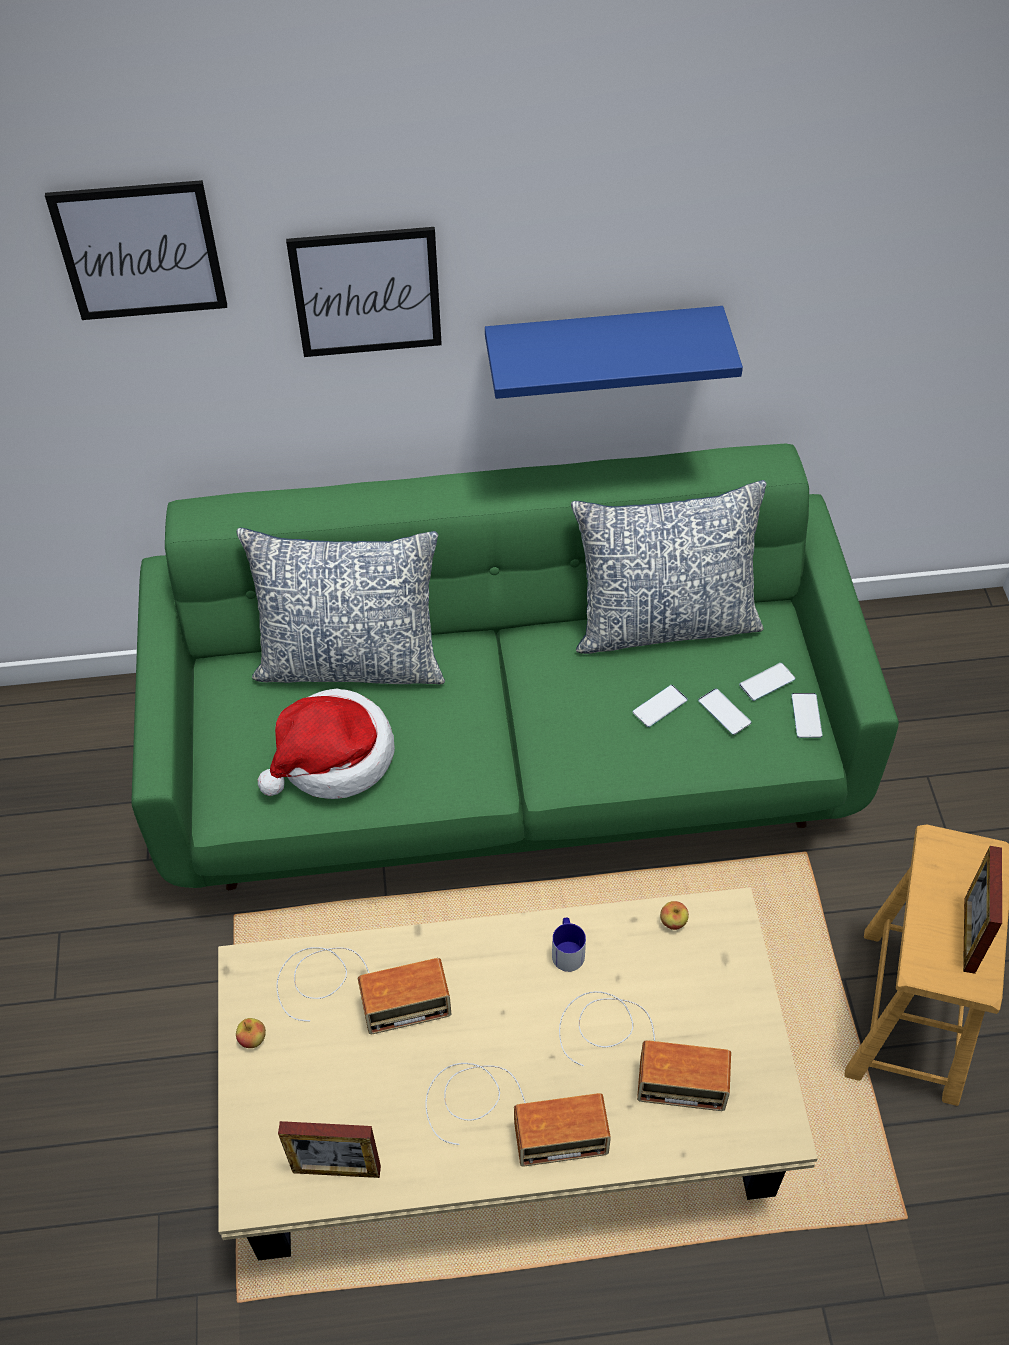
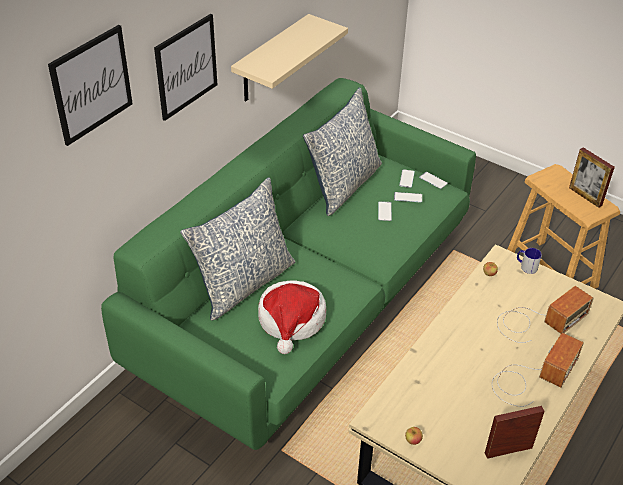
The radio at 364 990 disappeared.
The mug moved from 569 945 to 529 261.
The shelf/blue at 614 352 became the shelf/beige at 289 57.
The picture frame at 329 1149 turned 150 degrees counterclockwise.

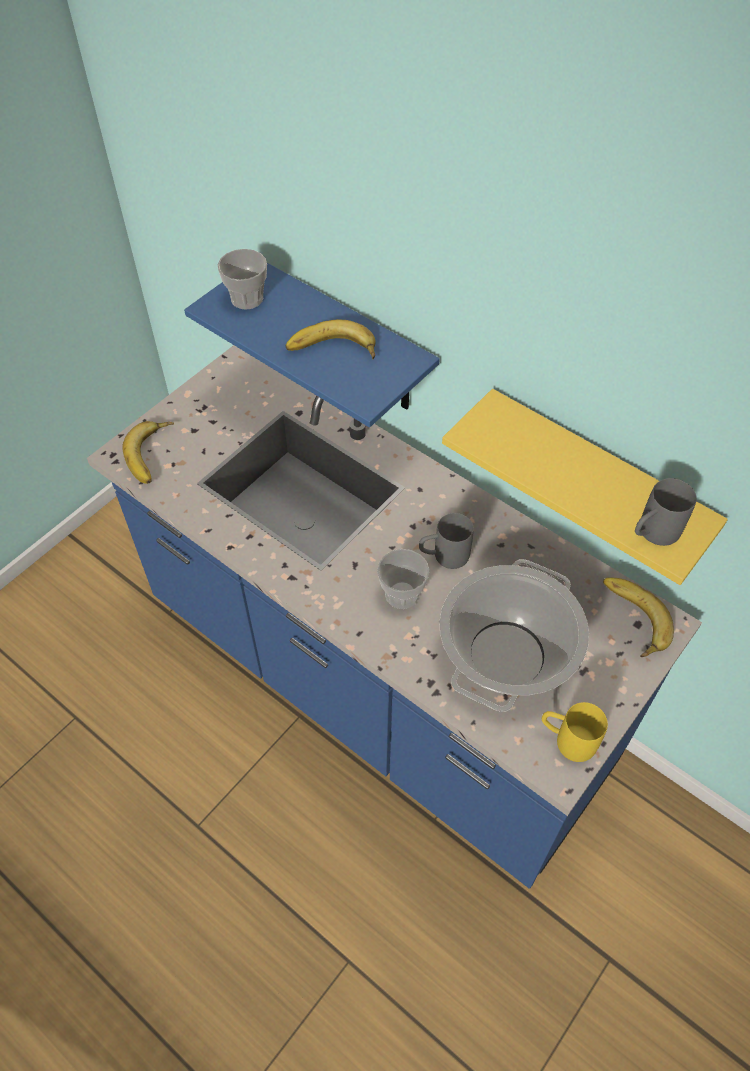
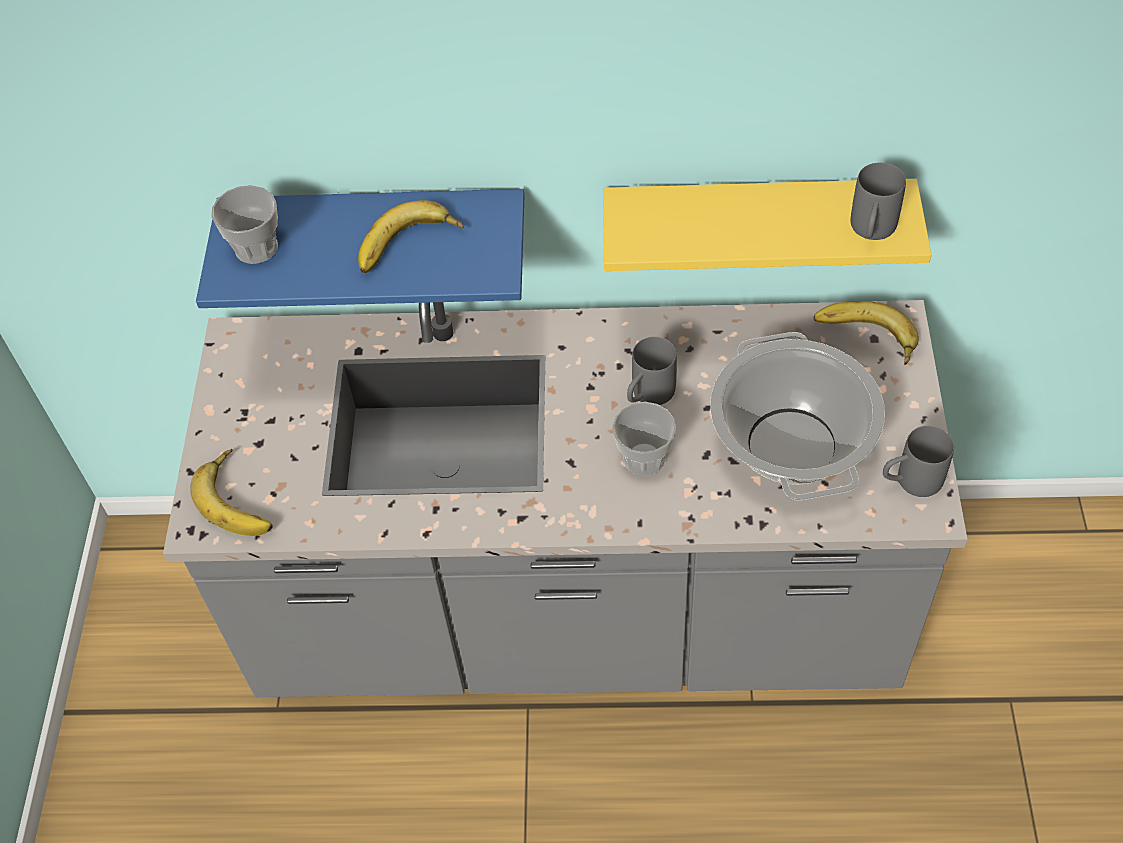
The counter/blue at 394 617 became the counter/grey at 565 498.
The mug/yellow at 575 732 became the mug/grey at 918 461.

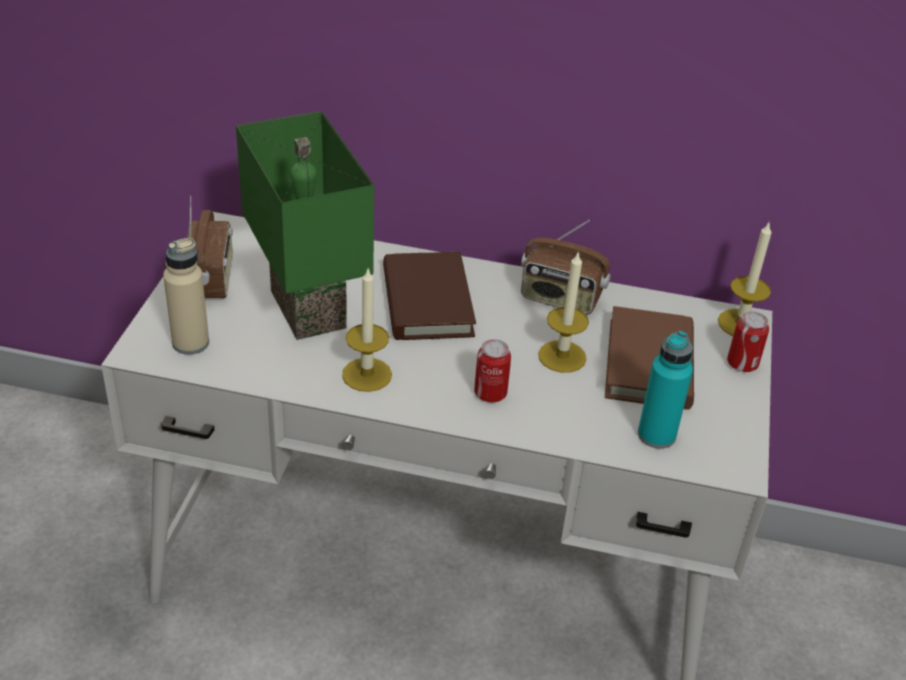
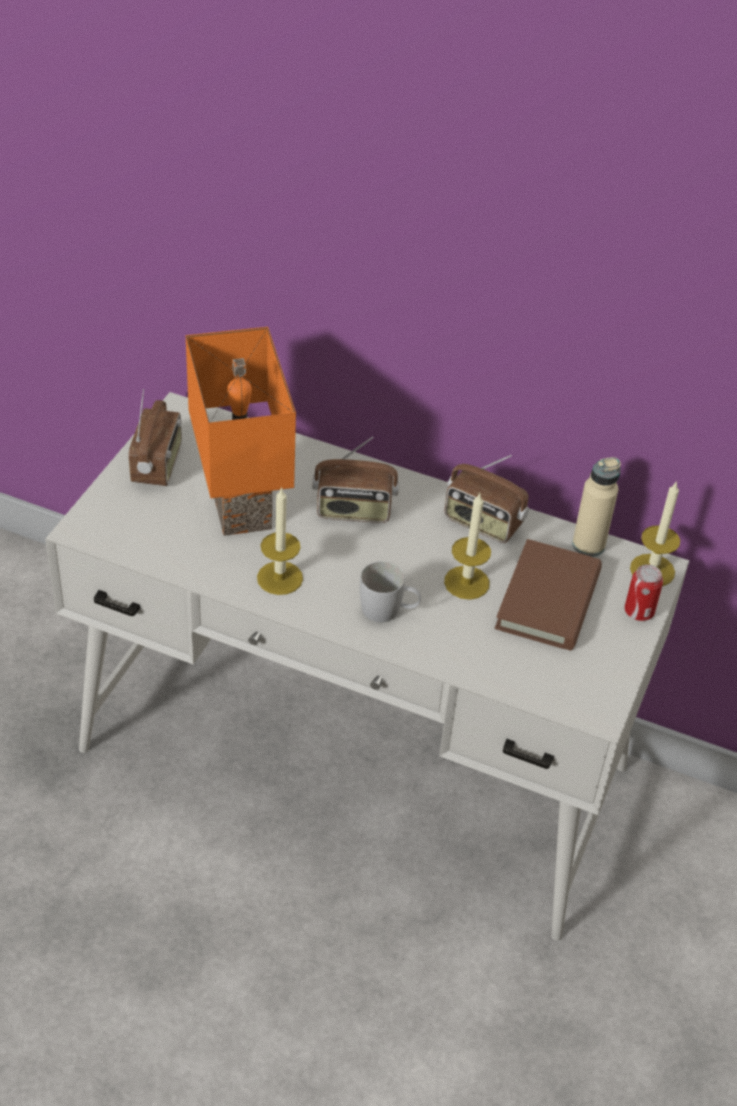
The bottle/turquoise at 665 389 disappeared.
The bottle/beige moved from 186 296 to 596 507.
The book/brown at 429 296 was replaced by the radio at 355 480.
The can at 492 370 was replaced by the mug/white at 390 591.
The table lamp/green at 305 225 became the table lamp/orange at 241 431.

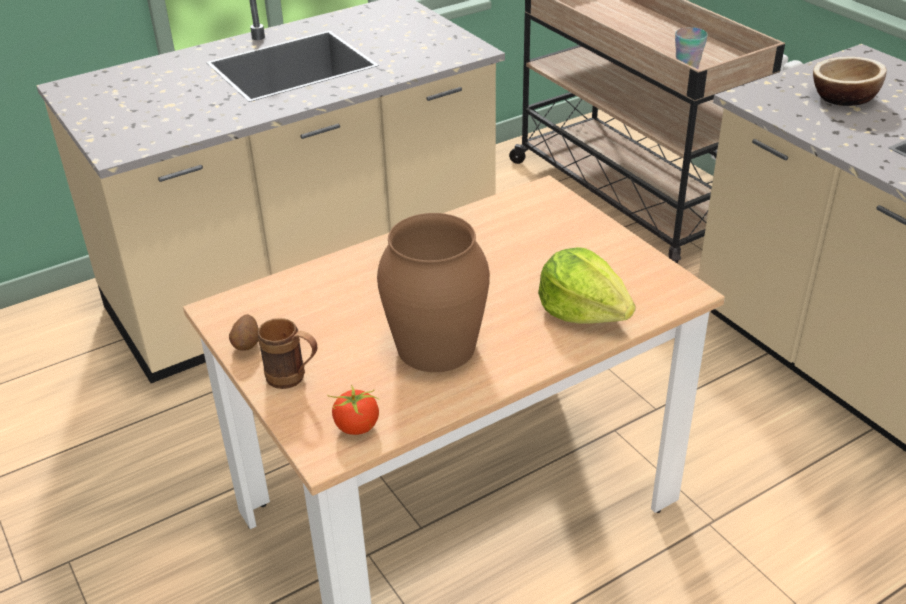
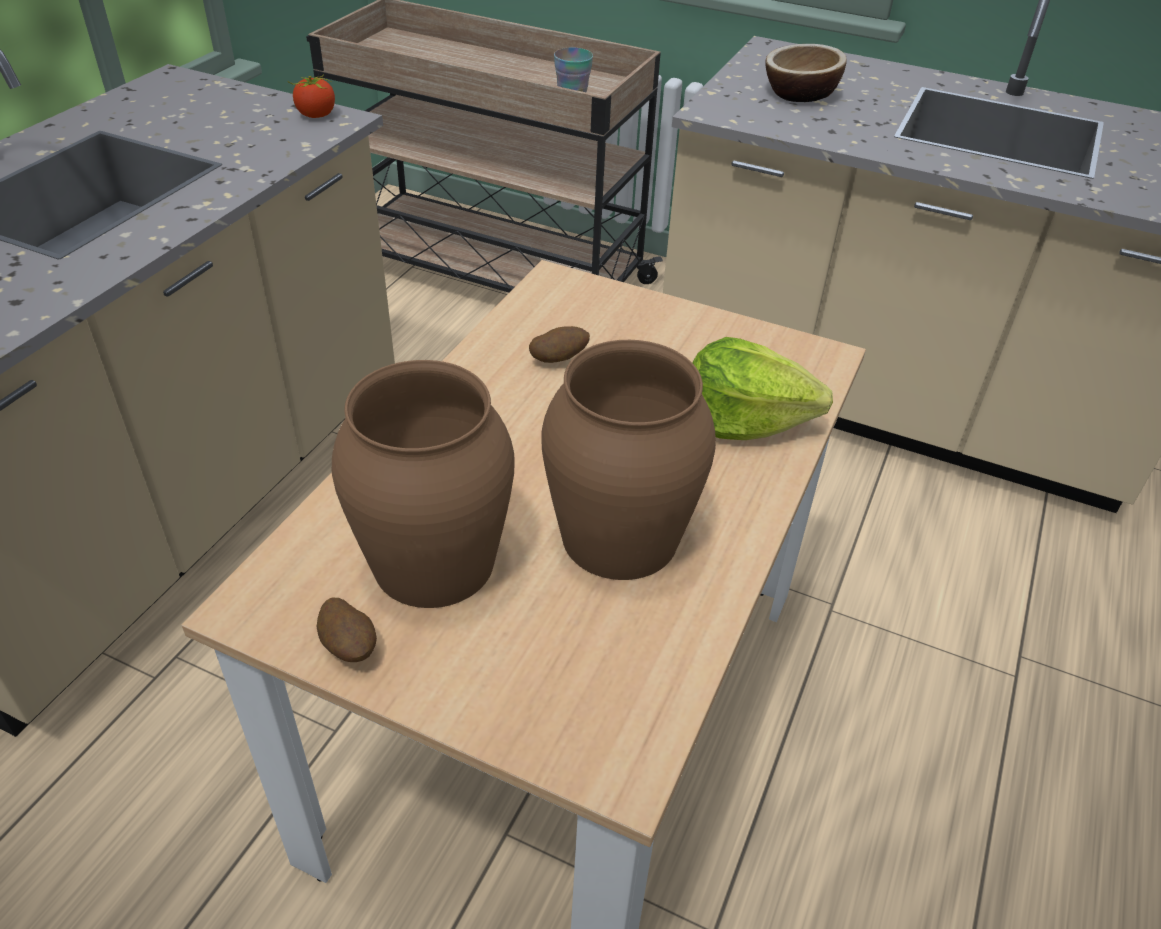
The mug/brown at 287 353 disappeared.
The vase/brown at 423 484 appeared.
The potato at 559 344 appeared.
The tomato moved from 353 409 to 311 97.

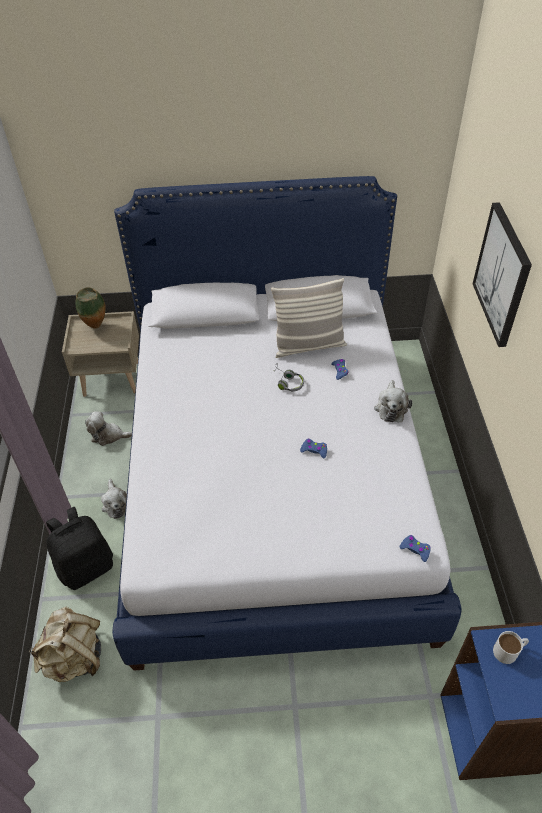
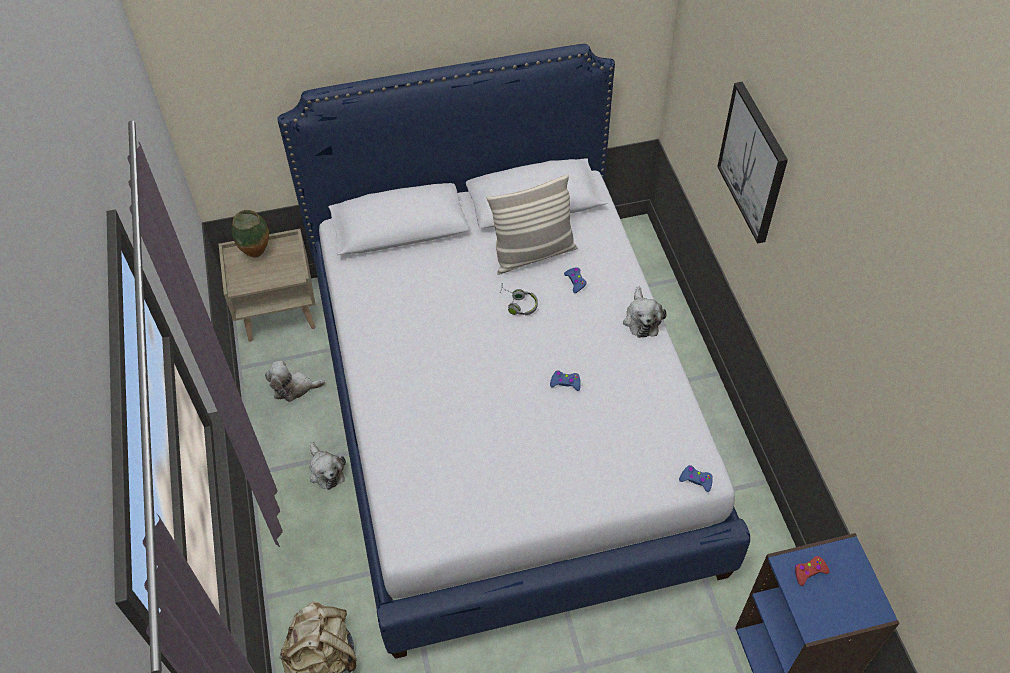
The backpack/black at 79 548 disappeared.
The mug/white at 511 647 was replaced by the game controller/red at 812 571.

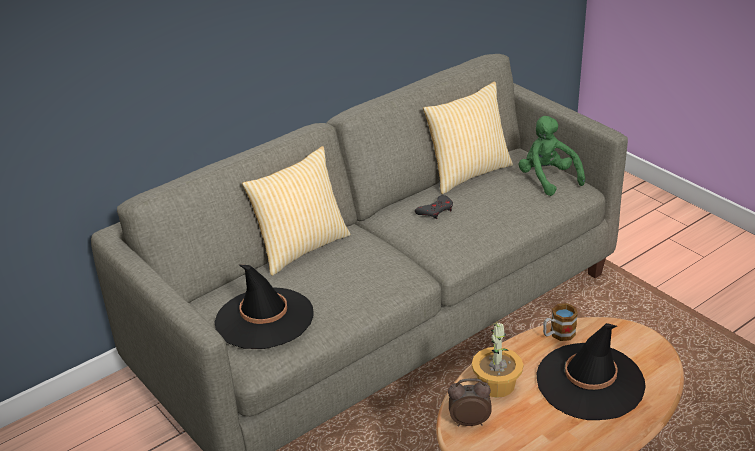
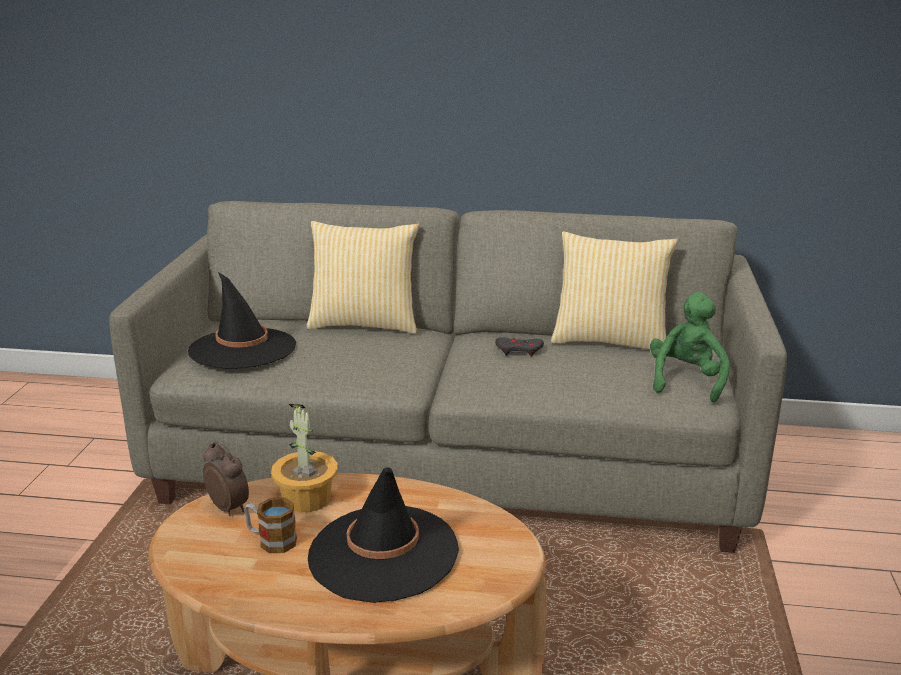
The mug moved from 560 322 to 270 525.

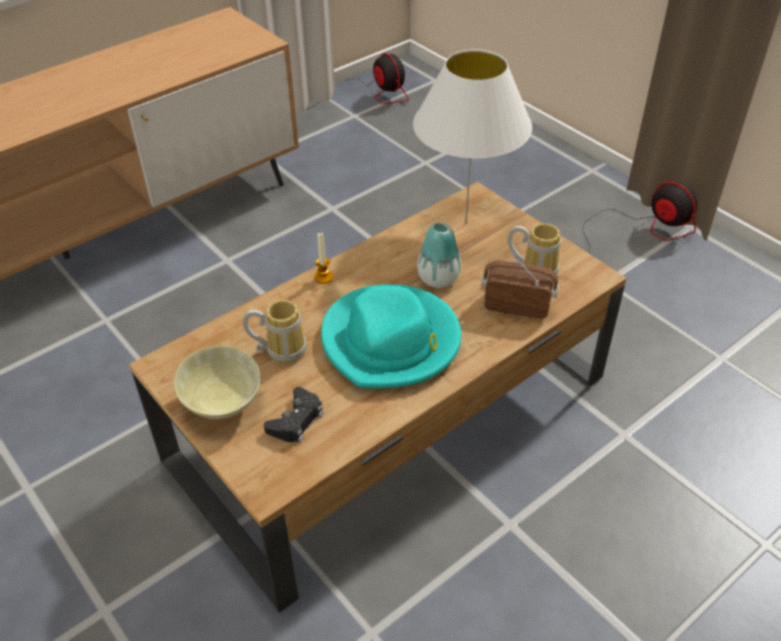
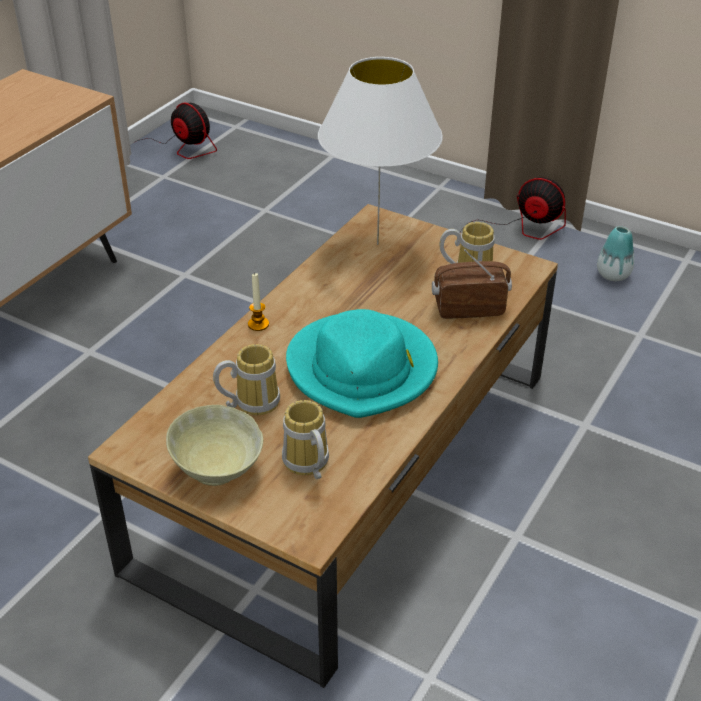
The vase moved from 439 255 to 615 253.
The game controller/black at 294 415 was replaced by the mug at 305 439.

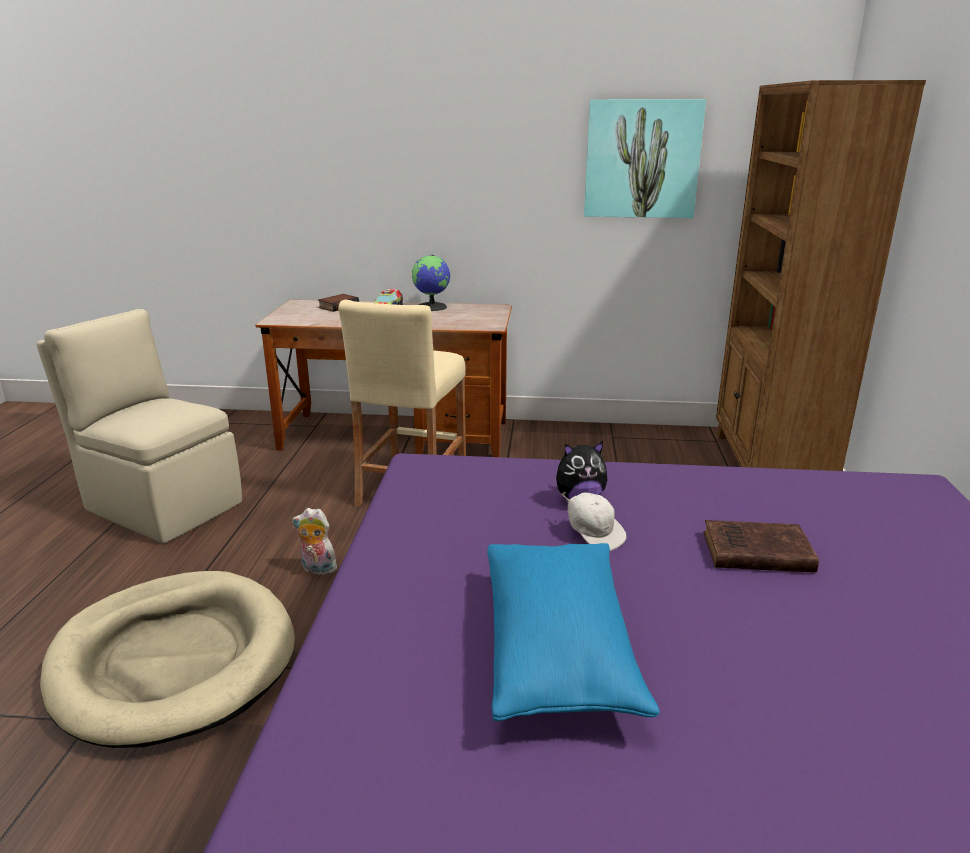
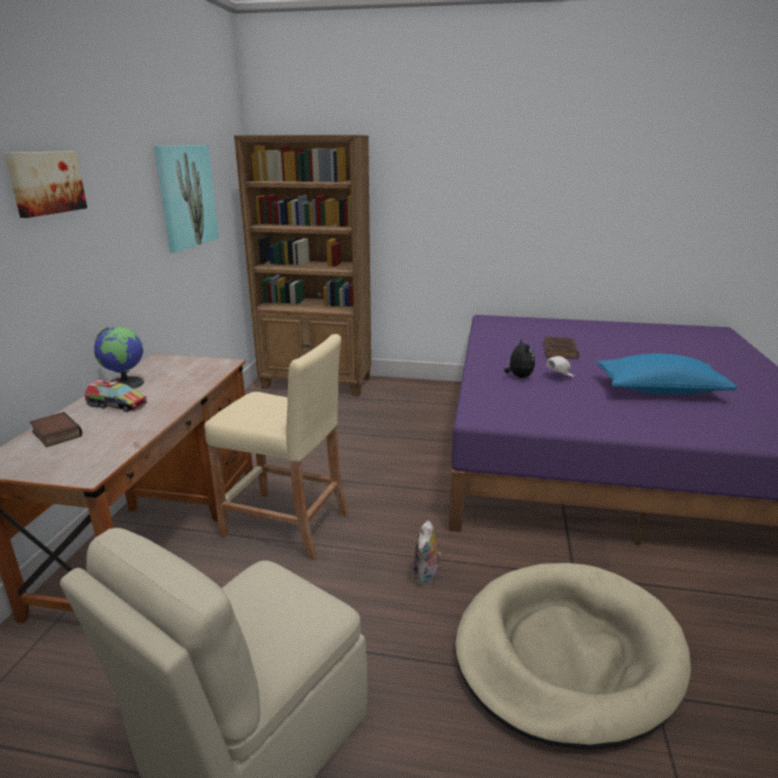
The picture at 45 184 appeared.

